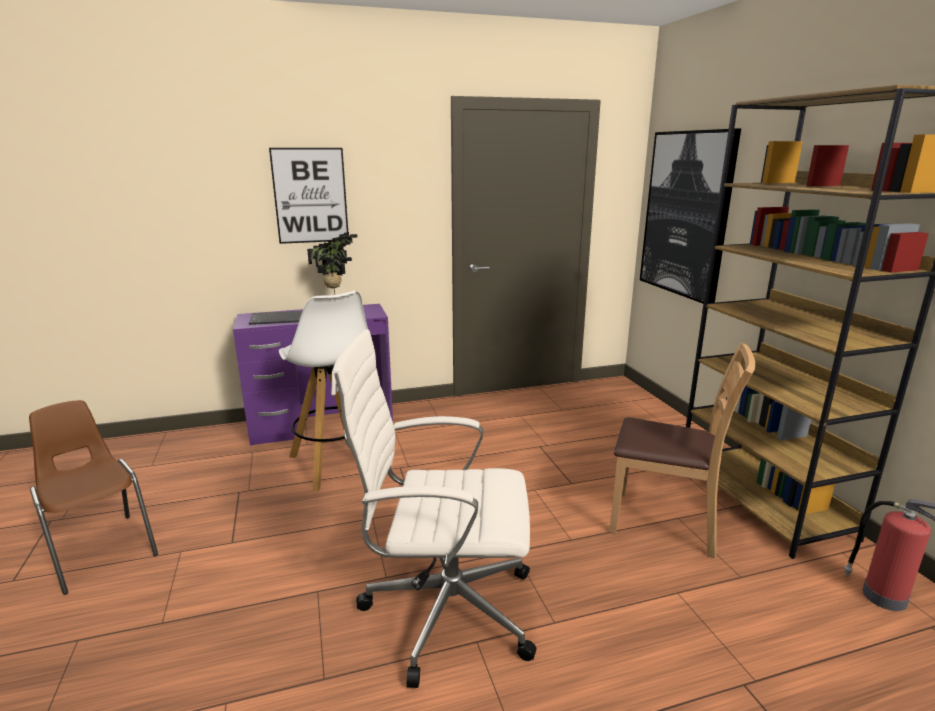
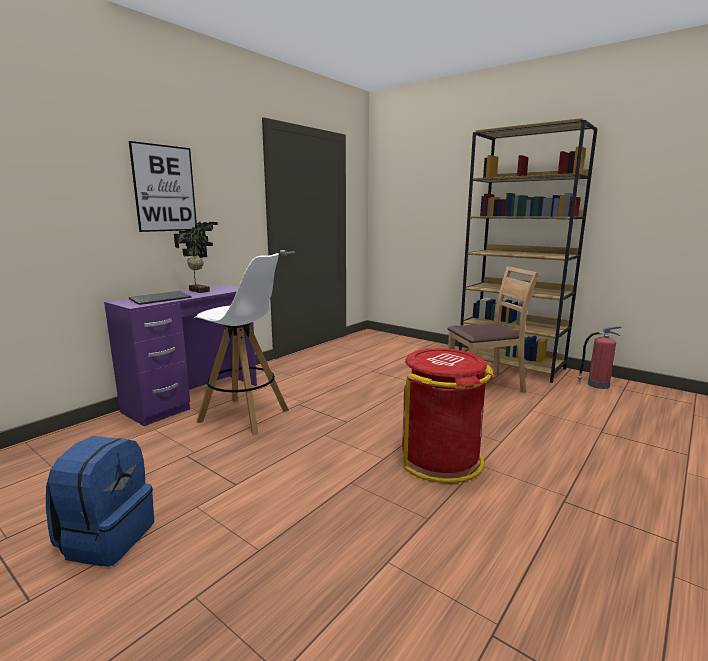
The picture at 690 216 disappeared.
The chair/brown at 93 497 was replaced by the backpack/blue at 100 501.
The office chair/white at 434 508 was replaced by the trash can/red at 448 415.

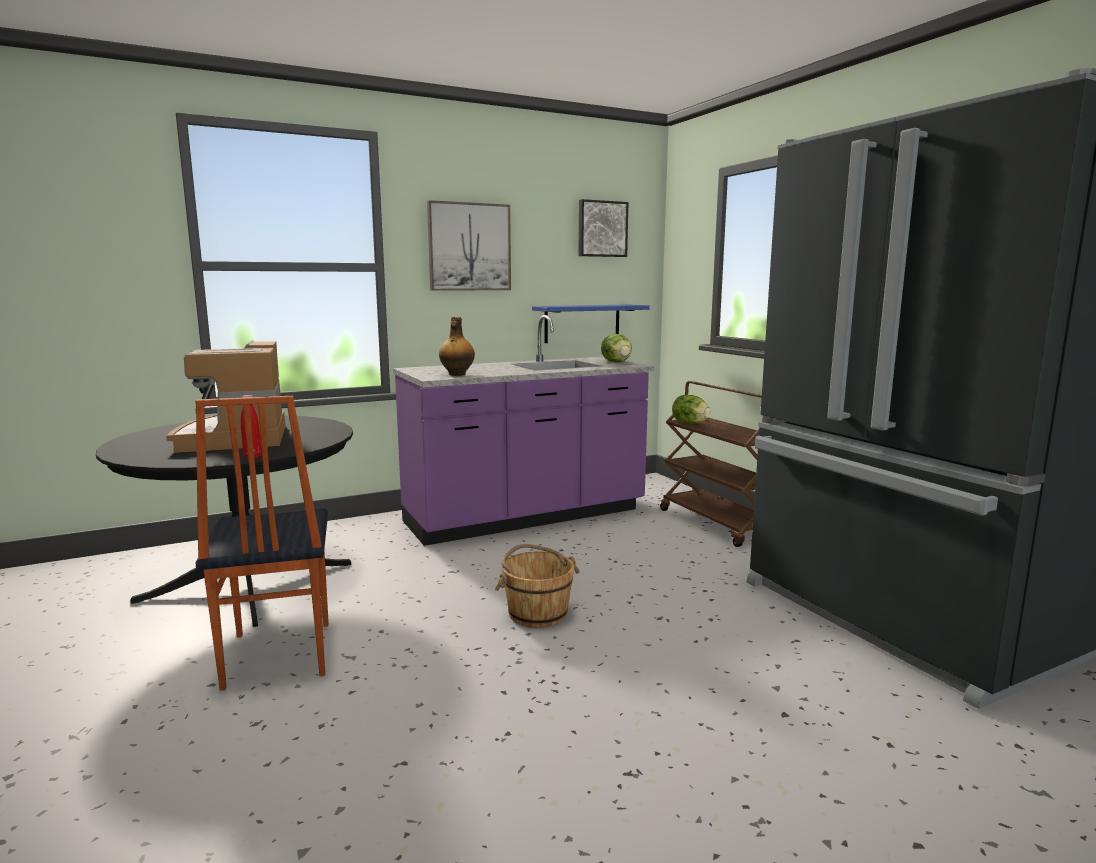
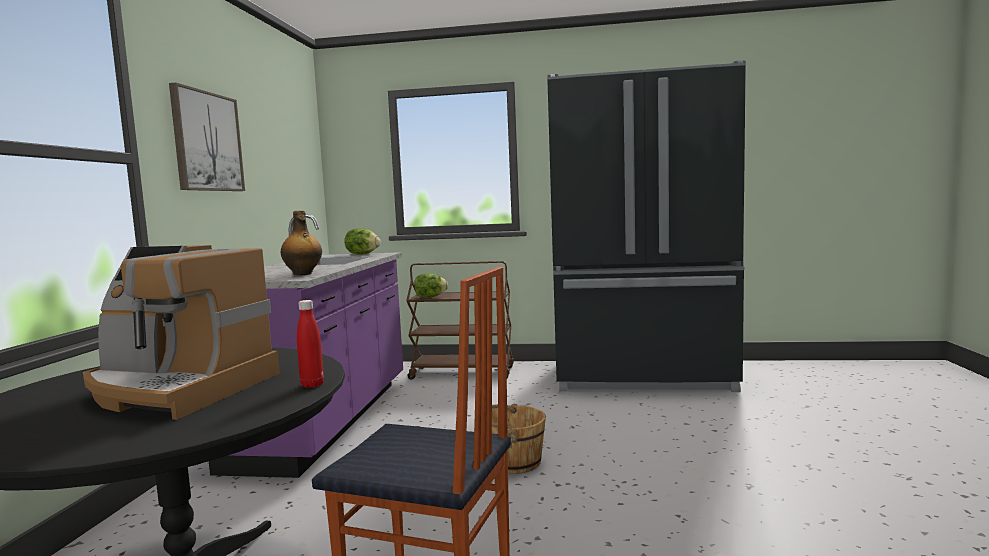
The shelf/blue at 591 324 disappeared.
The picture at 603 228 disappeared.

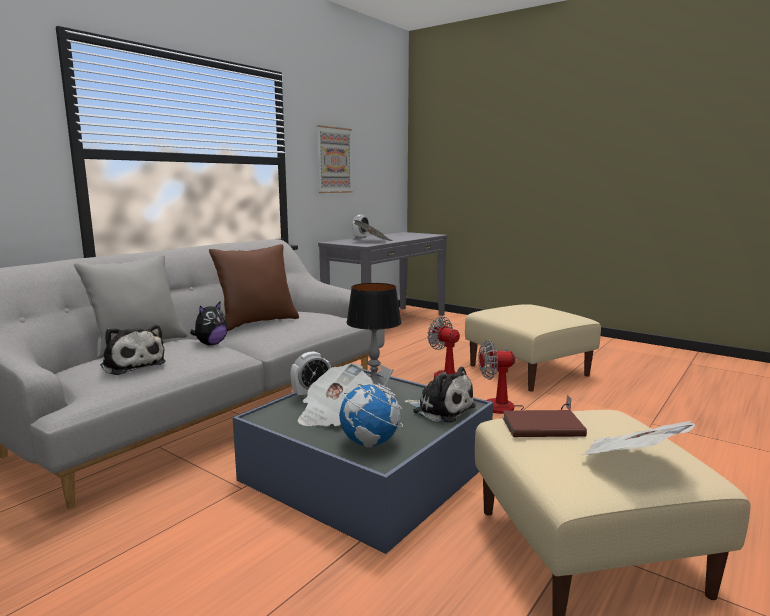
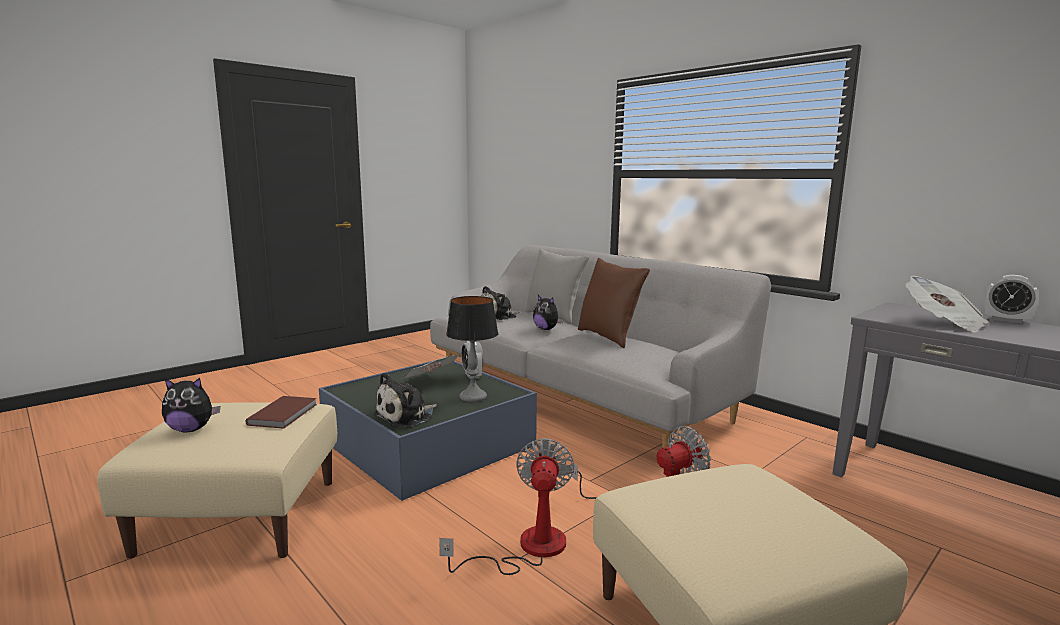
The picture at 335 159 disappeared.
The globe at 371 406 disappeared.
The newspaper at 638 438 was replaced by the plush toy at 191 405.

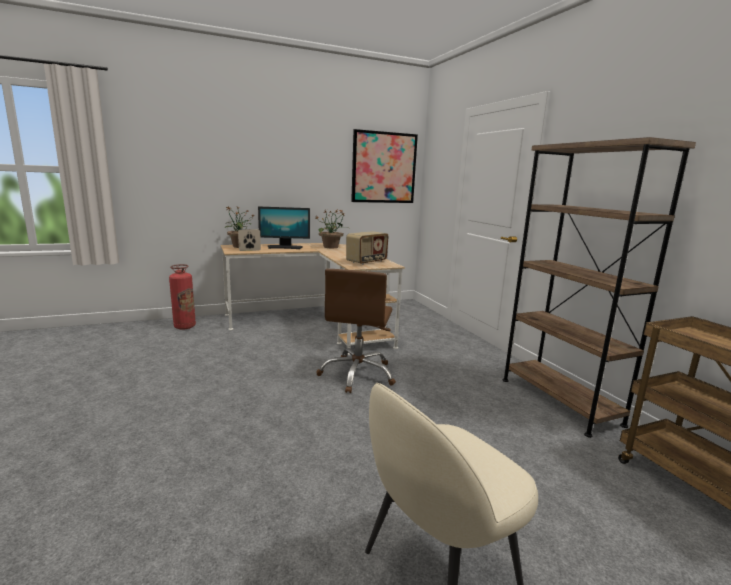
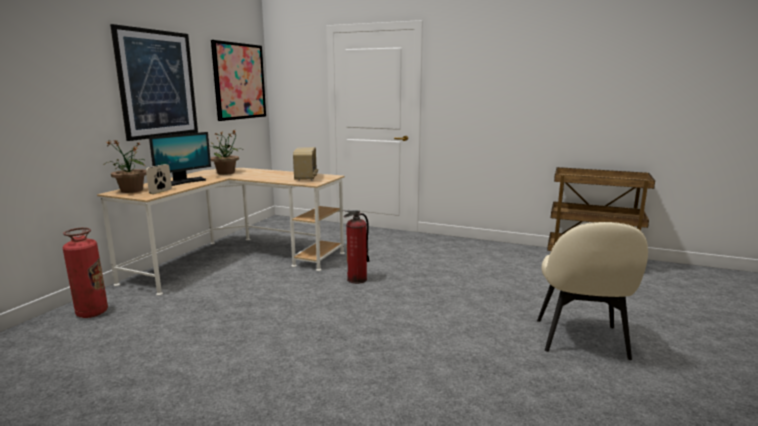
The bookcase/brown at 599 287 disappeared.
The picture at 154 82 appeared.
The office chair/brown at 356 331 was replaced by the fire extinguisher at 356 247.

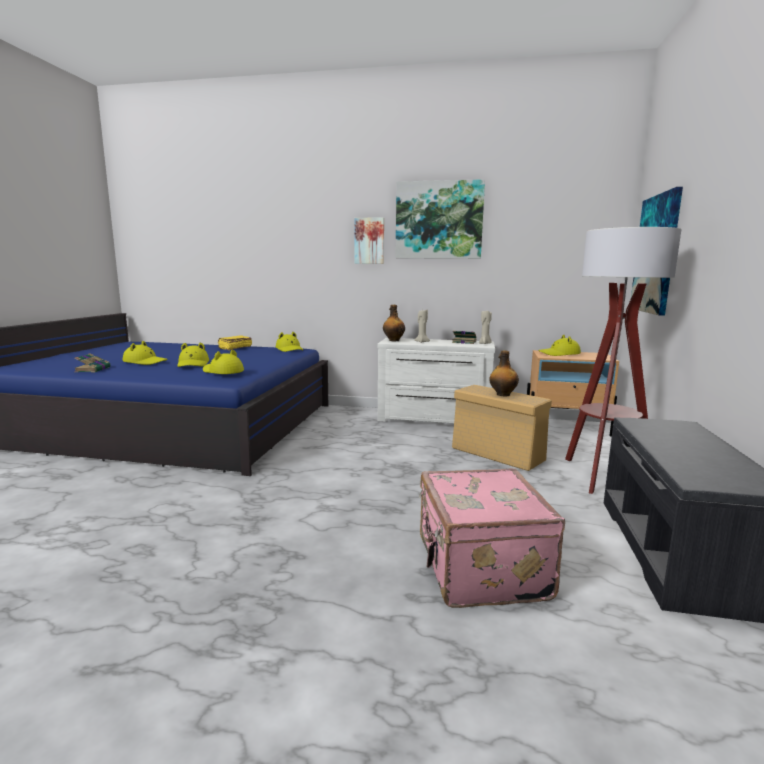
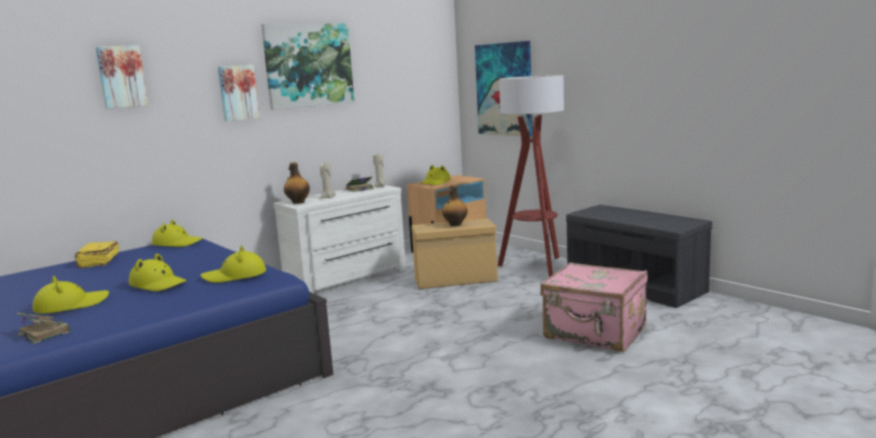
The picture at 122 77 appeared.

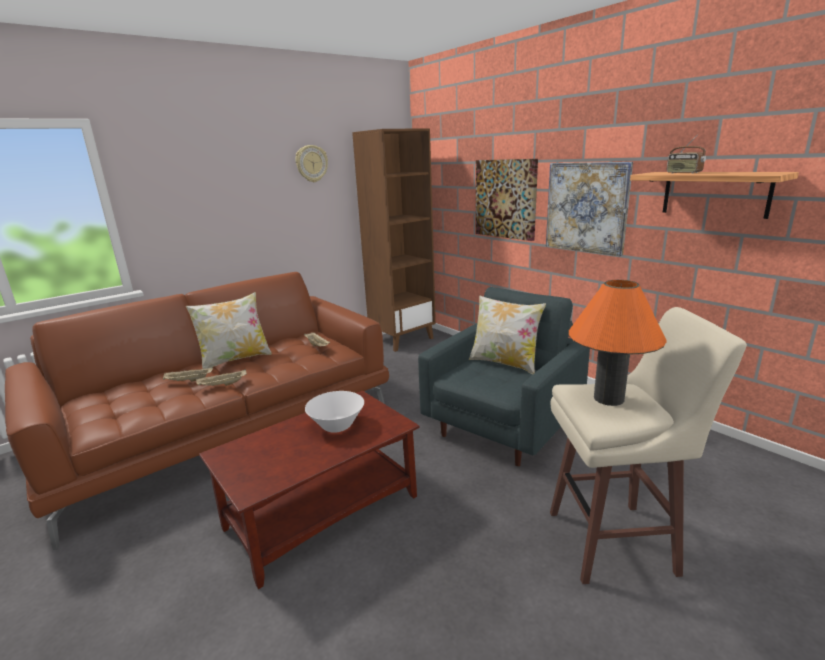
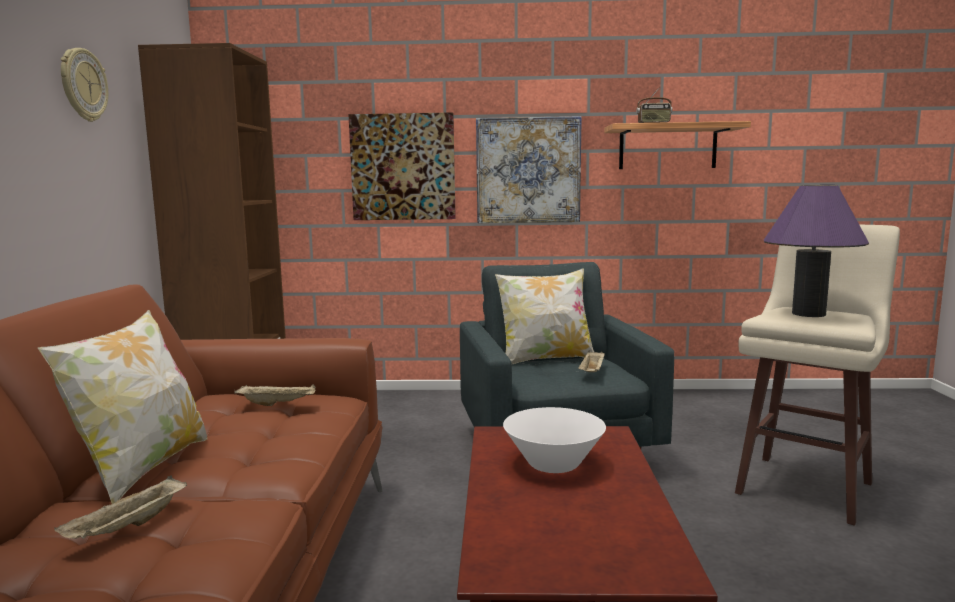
The tray/beige moved from 221 377 to 591 361.
The table lamp/orange at 618 343 became the table lamp/purple at 816 251.

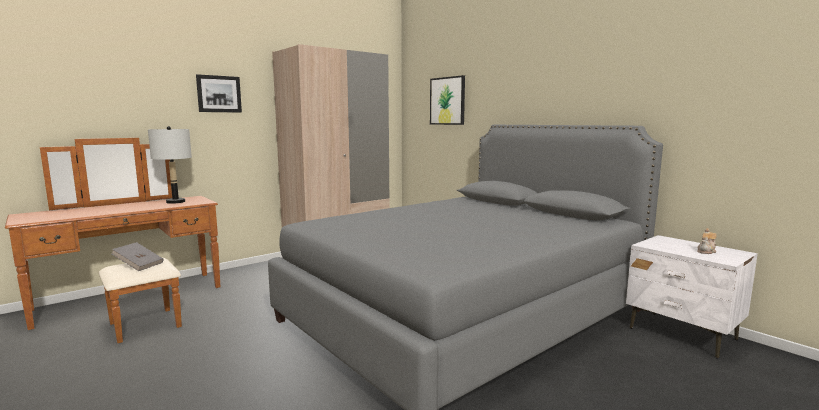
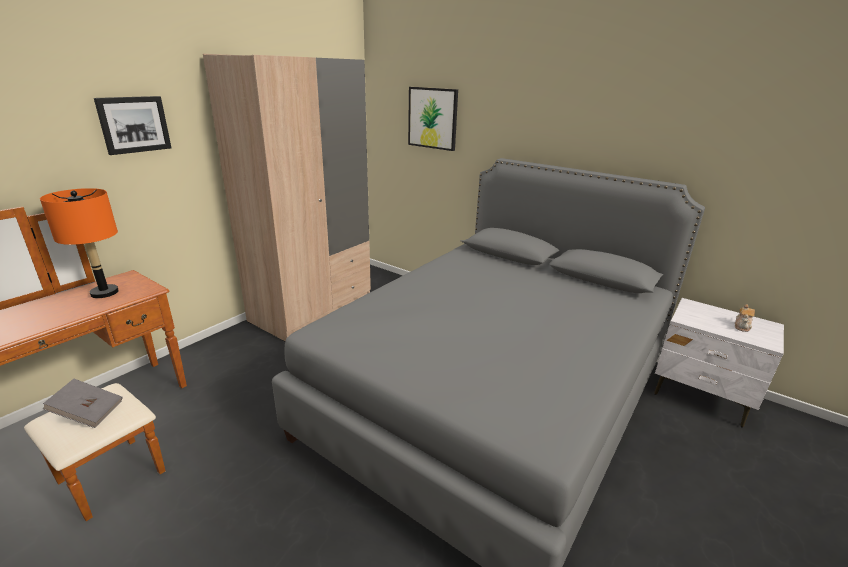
The table lamp/grey at 170 165 became the table lamp/orange at 79 243.

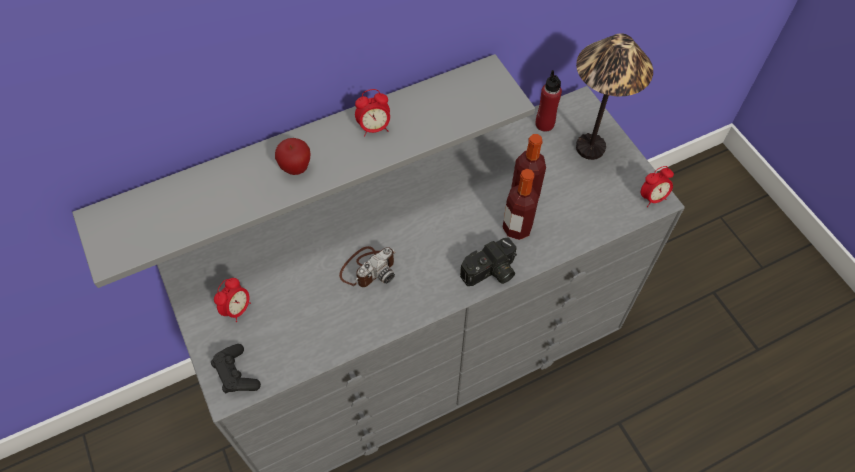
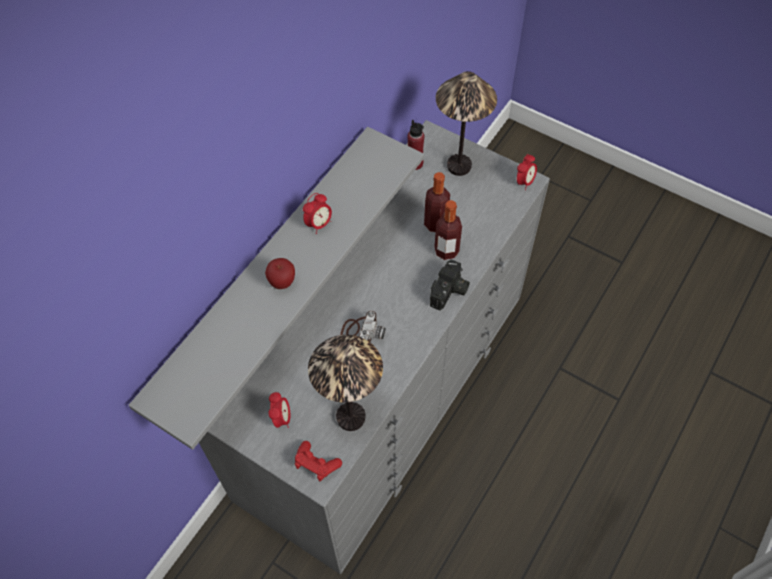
The table lamp at 345 383 appeared.
The game controller/black at 236 369 became the game controller/red at 318 461.

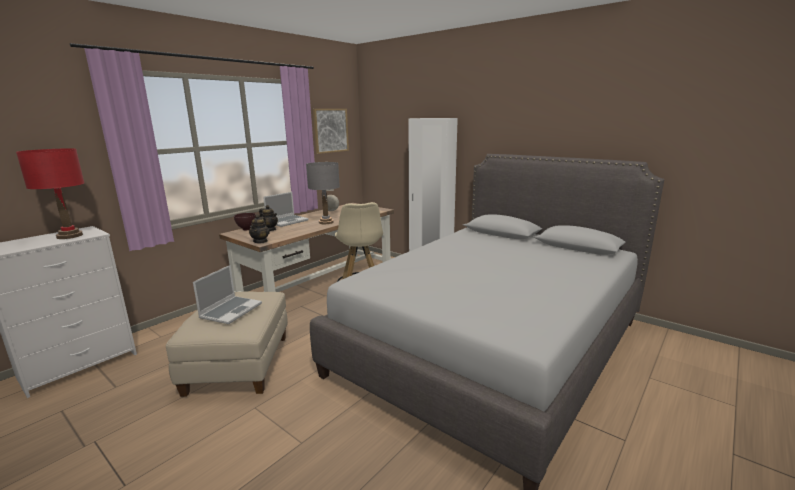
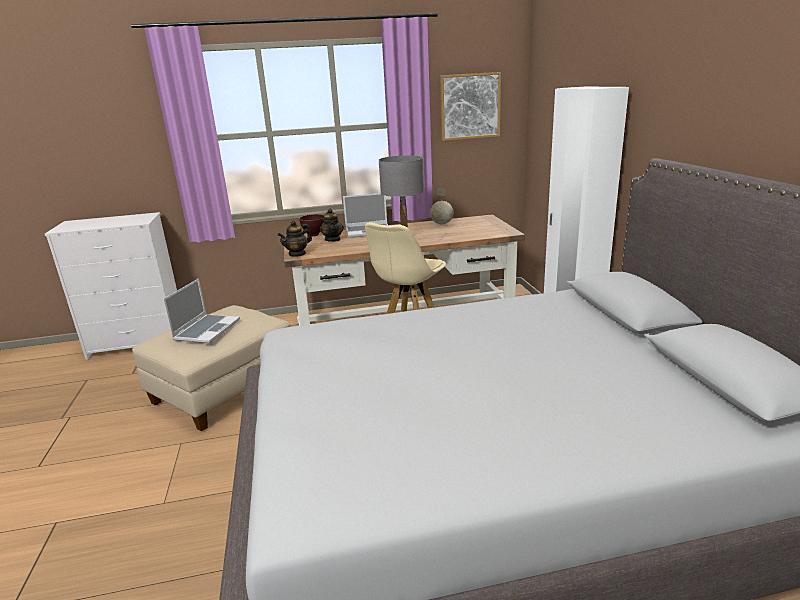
The table lamp/red at 50 193 disappeared.
The laptop at 227 294 turned 45 degrees counterclockwise.

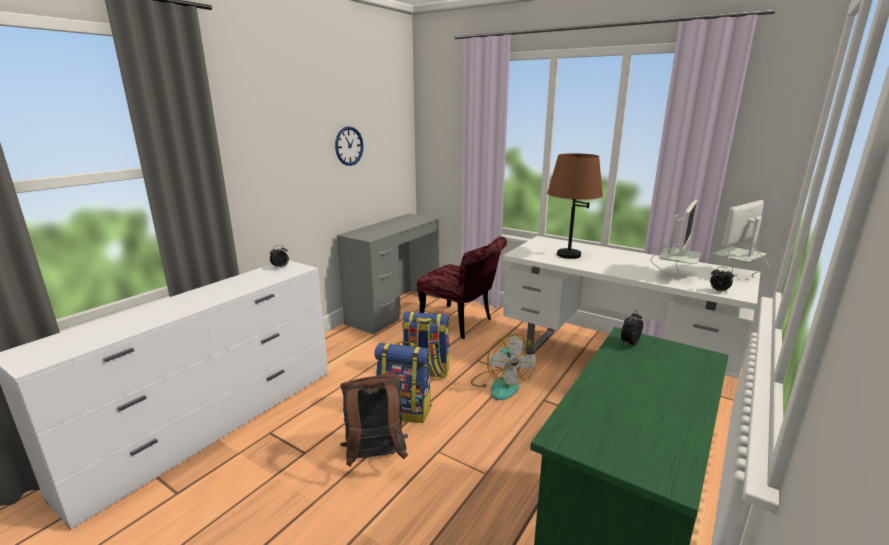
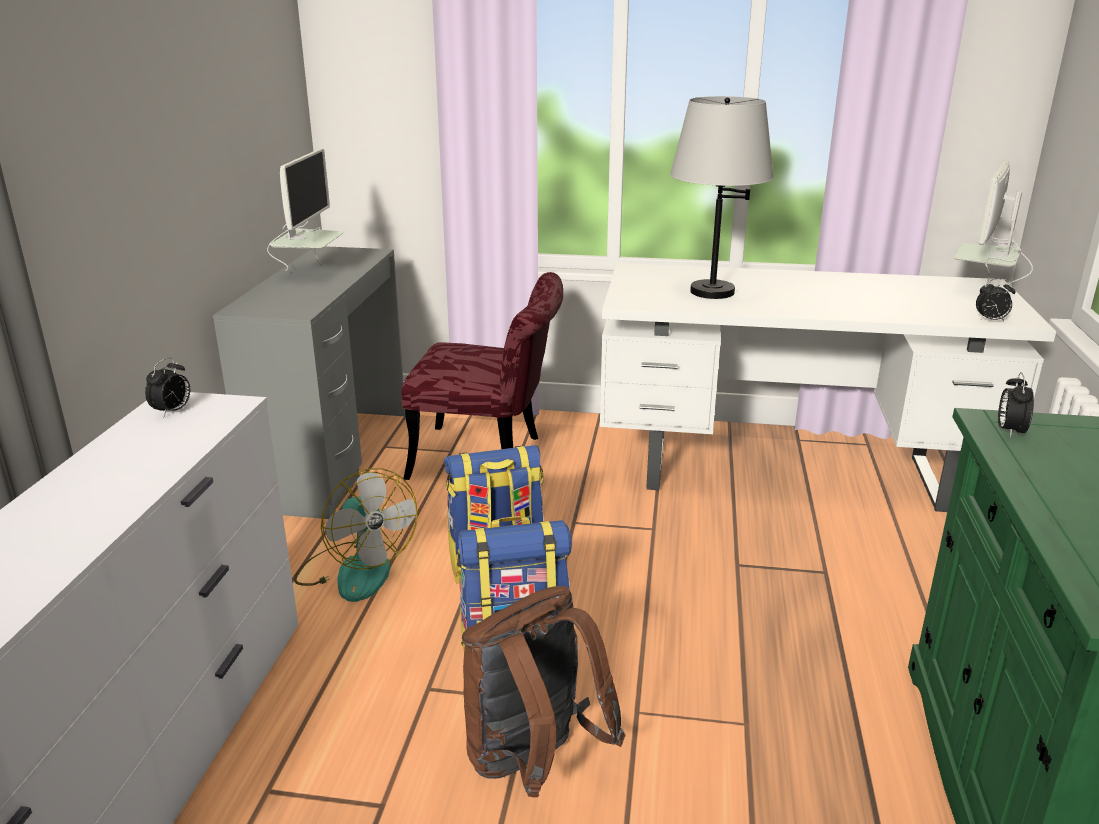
The wall clock at 349 146 disappeared.
The fan moved from 504 367 to 355 535.
The monitor moved from 675 236 to 305 209.
The table lamp/brown at 575 206 became the table lamp/grey at 722 197.

